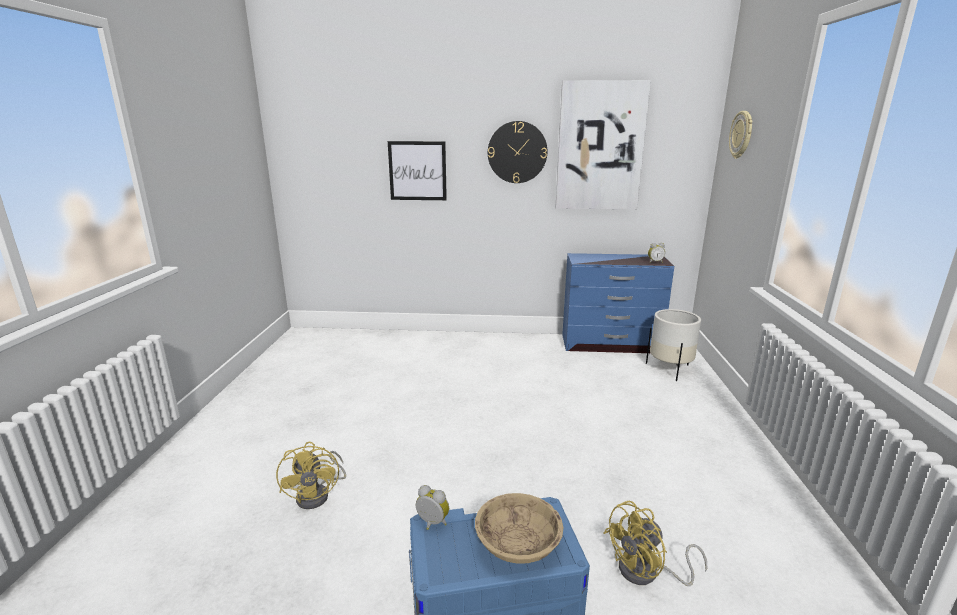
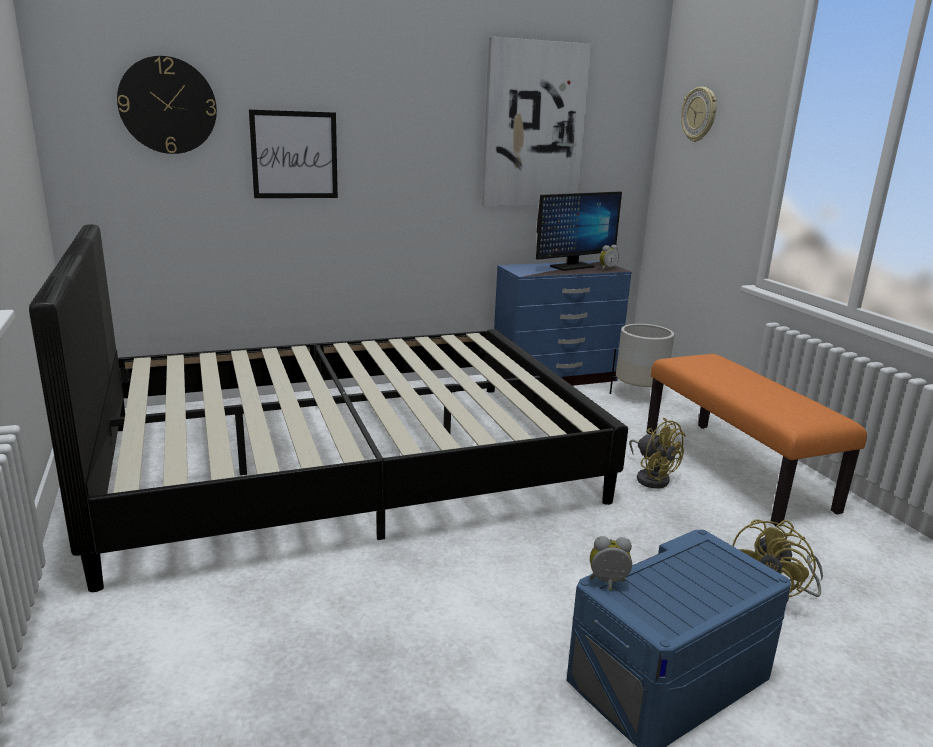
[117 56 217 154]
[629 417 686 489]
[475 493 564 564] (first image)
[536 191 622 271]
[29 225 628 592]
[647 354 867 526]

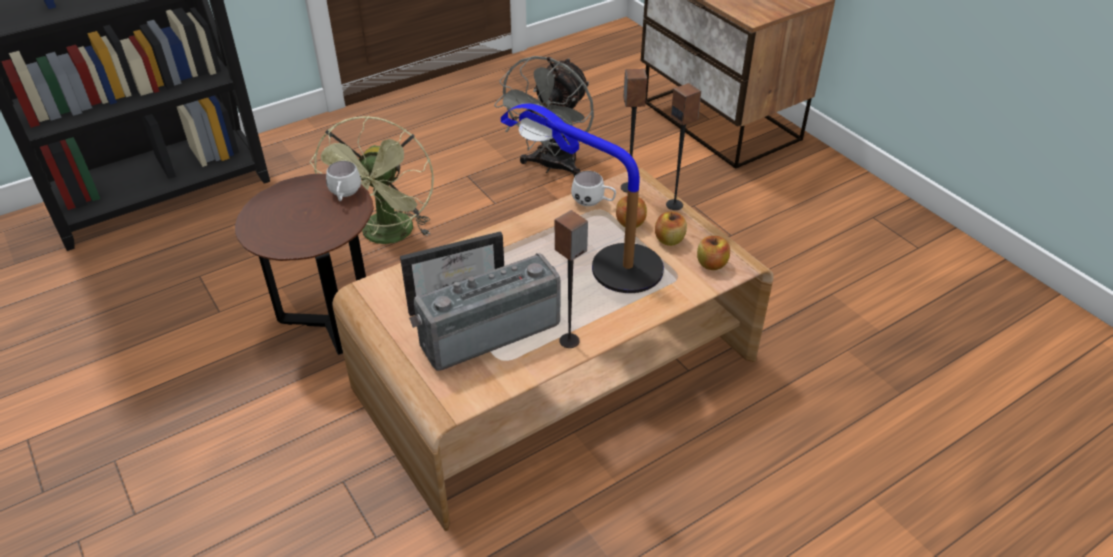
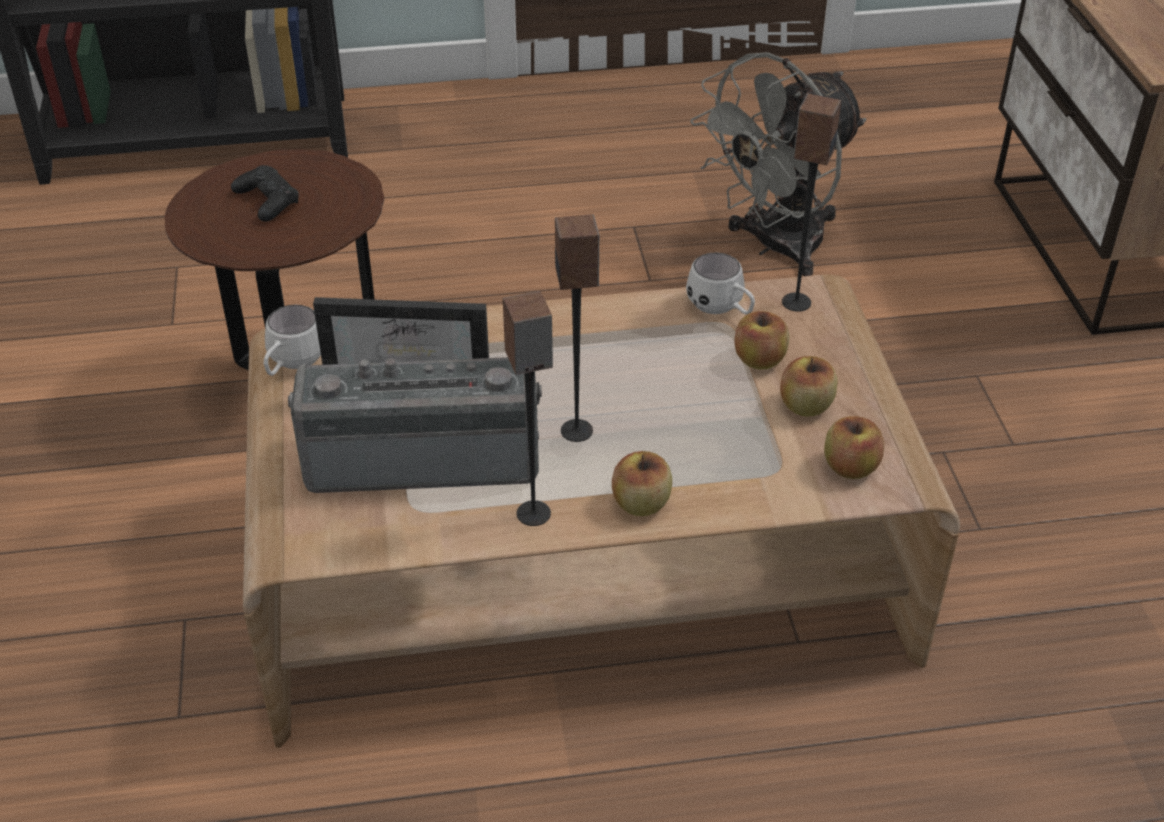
[555 214 599 442]
[501 103 664 293] (first image)
[309 116 434 244] (first image)
[264 304 321 376]
[231 165 299 222]
[612 451 672 516]

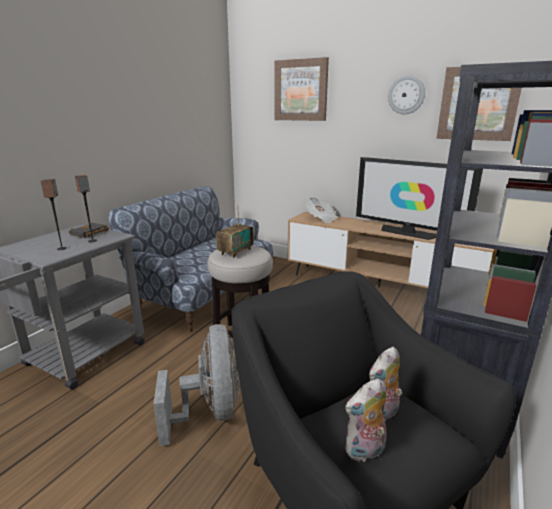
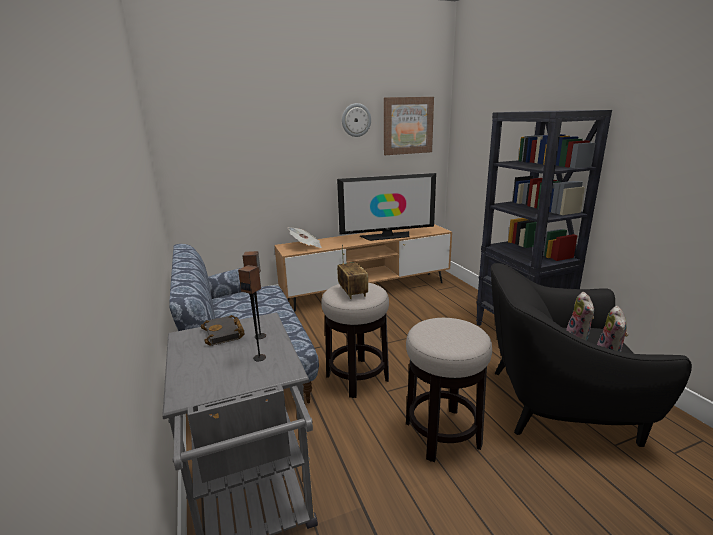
[275 57 329 121] (first image)
[406 318 492 462]

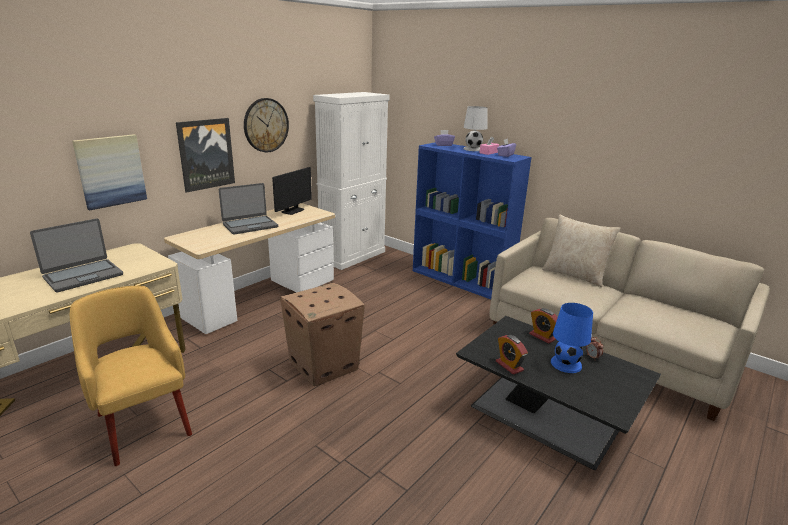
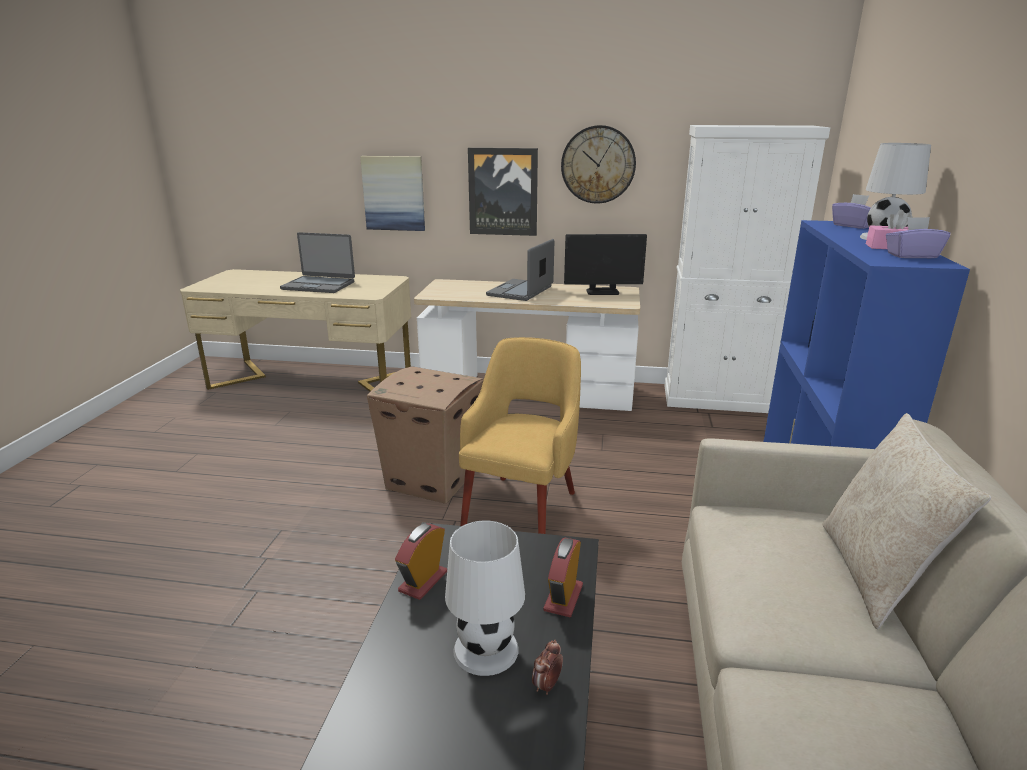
[486 239 554 301]
[459 337 581 534]
[445 520 525 676]

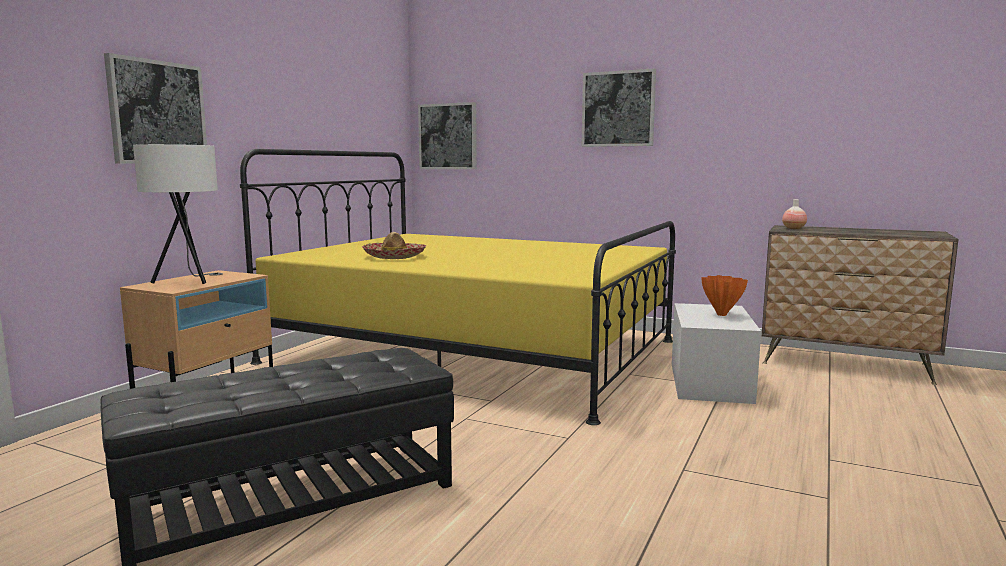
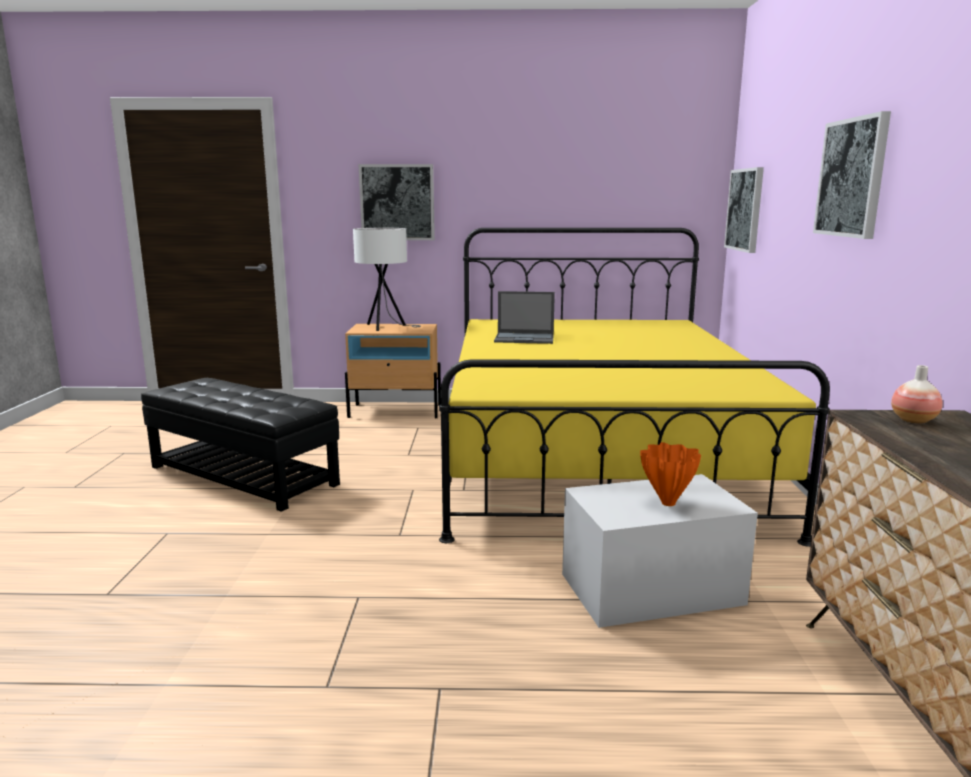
[494 291 555 344]

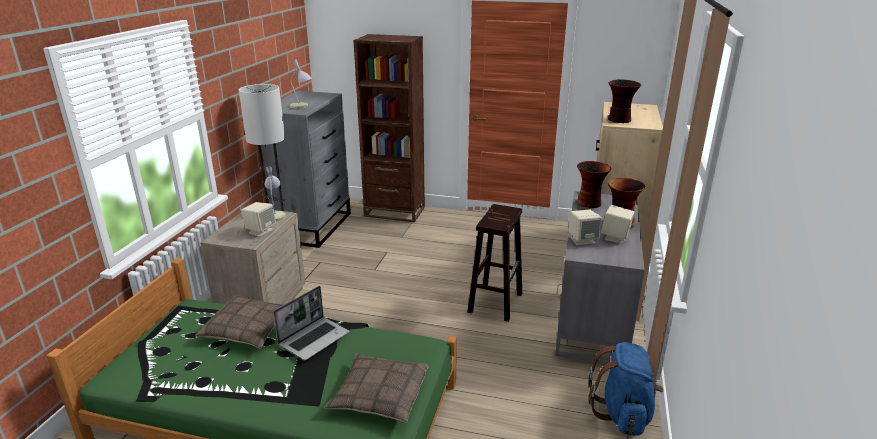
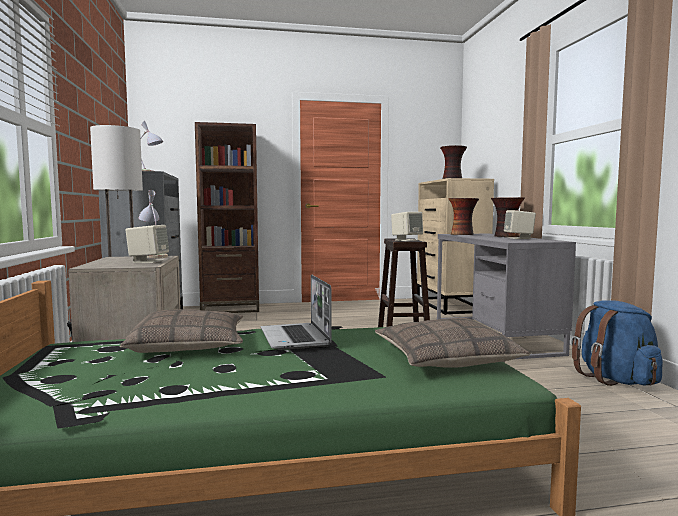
[391 212 423 241]
[261 274 332 350]

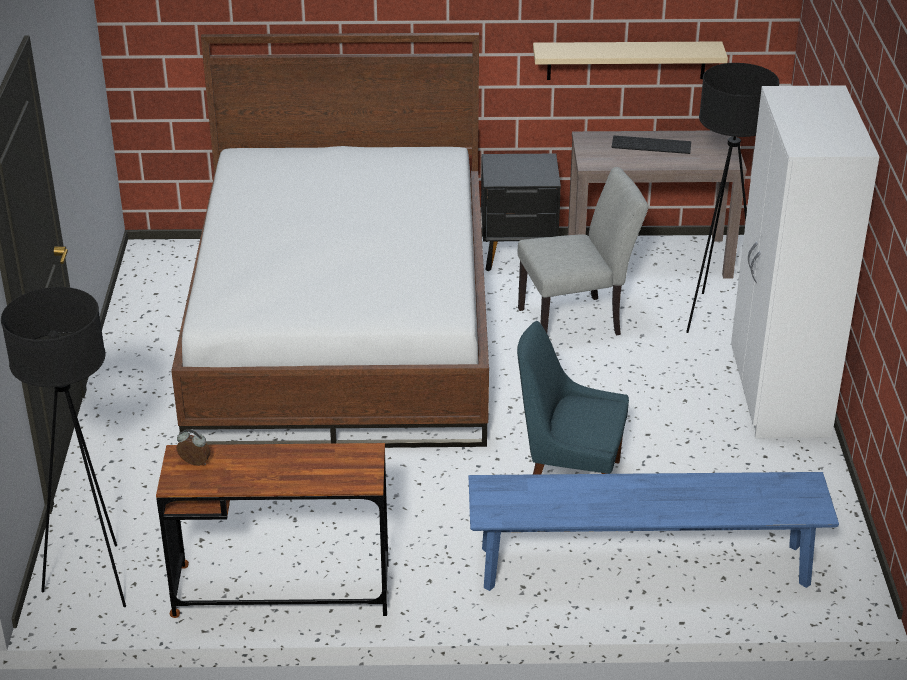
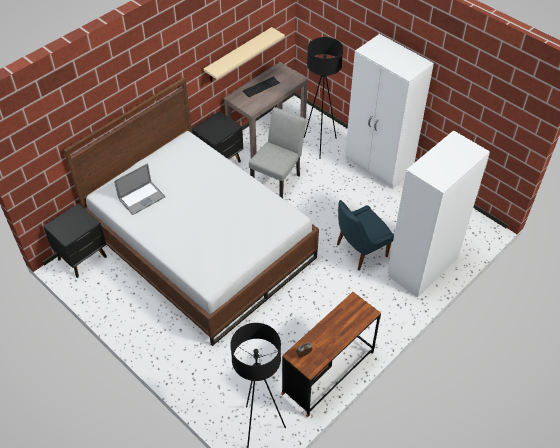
[388 130 490 298]
[114 163 165 215]
[43 204 107 278]

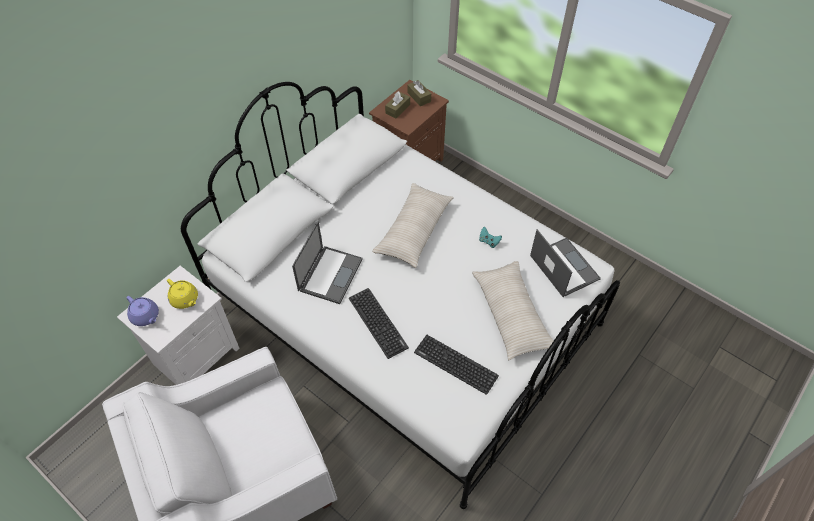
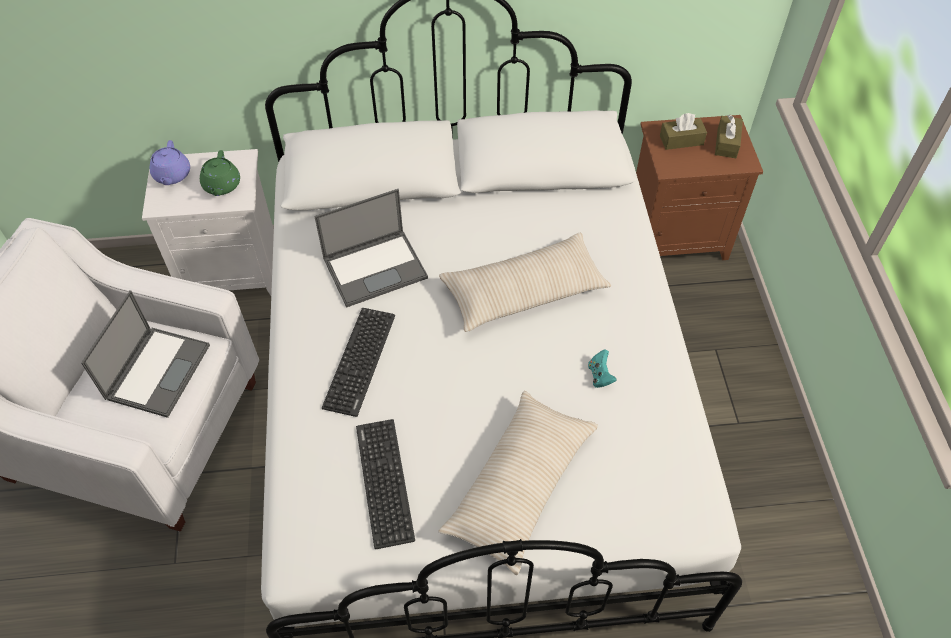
[81 290 210 418]
[200 150 240 196]

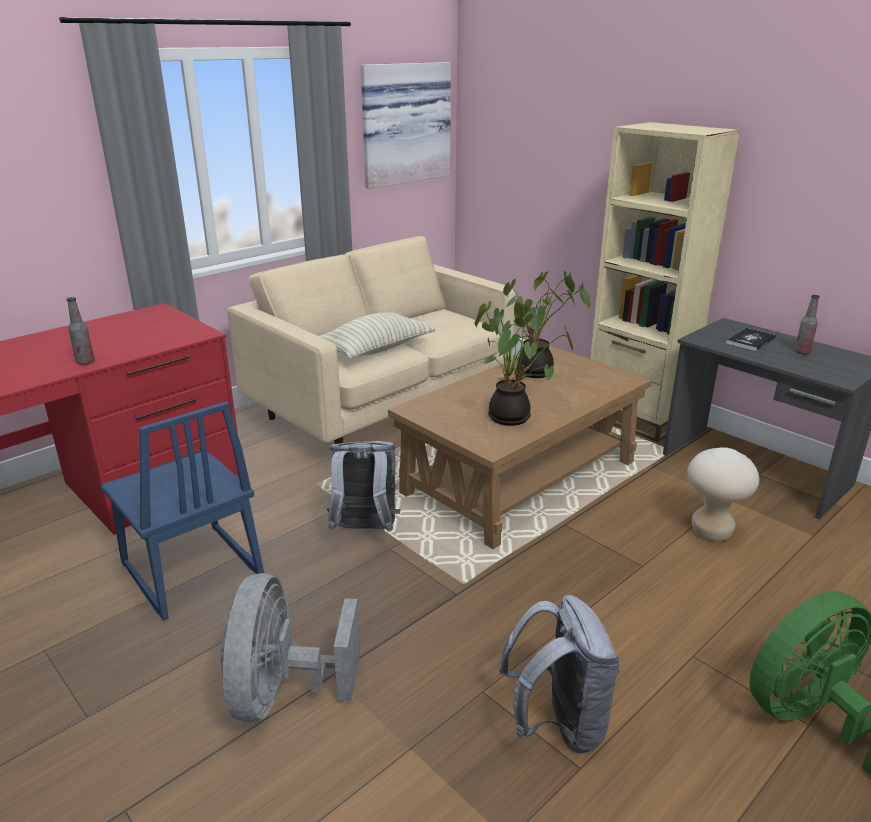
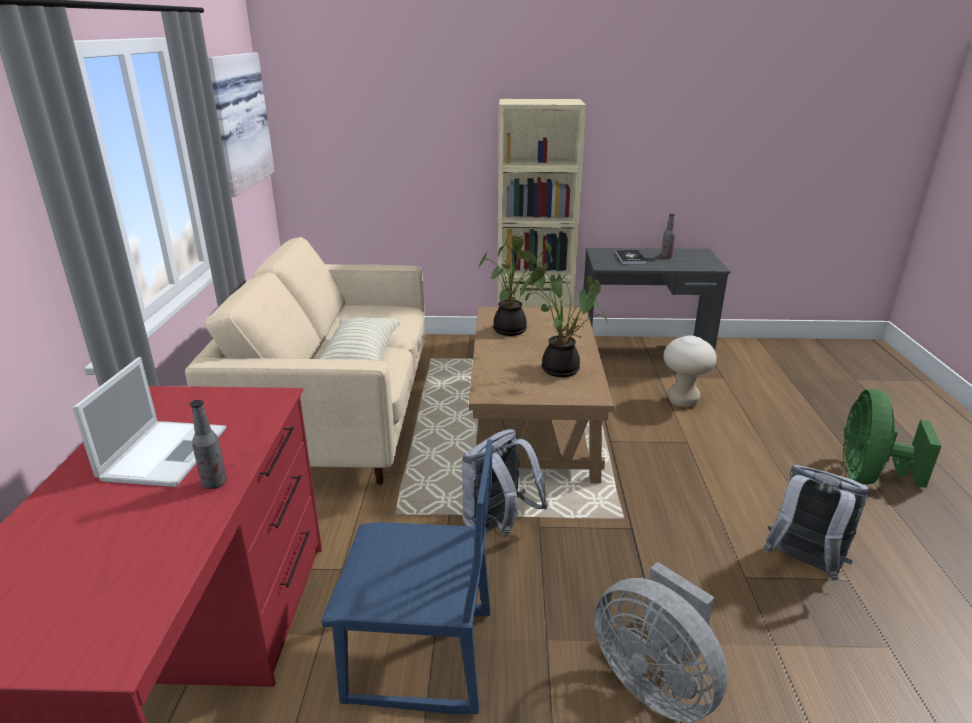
[73 357 226 487]

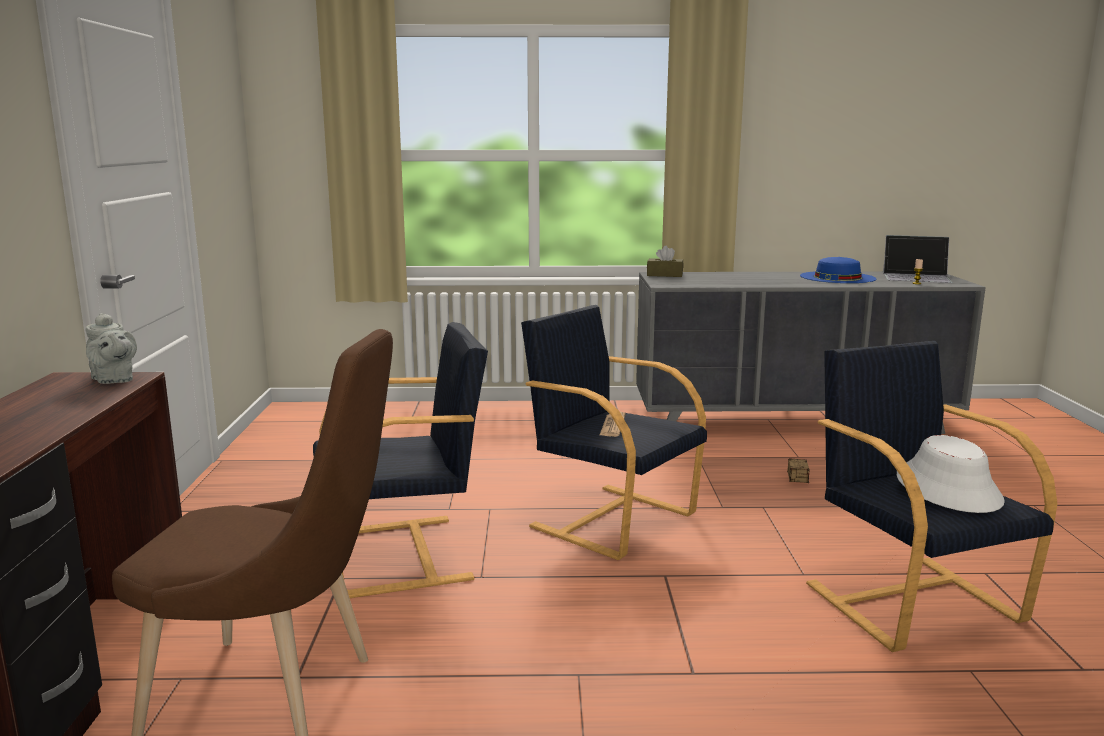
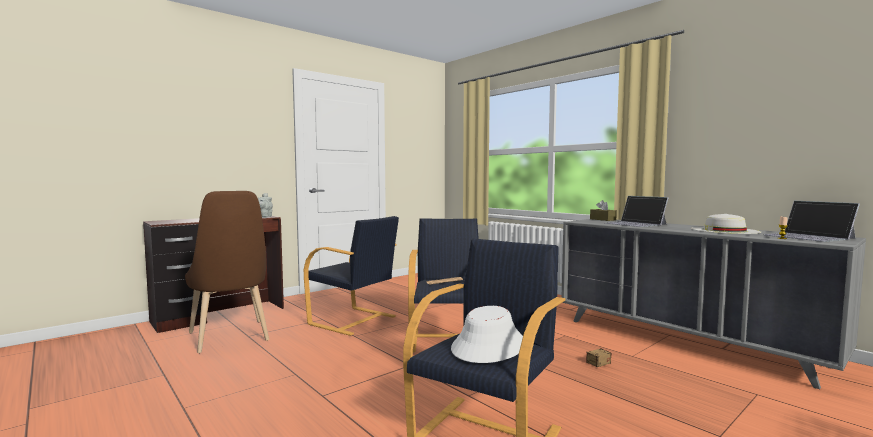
[691 214 761 234]
[605 196 668 227]

